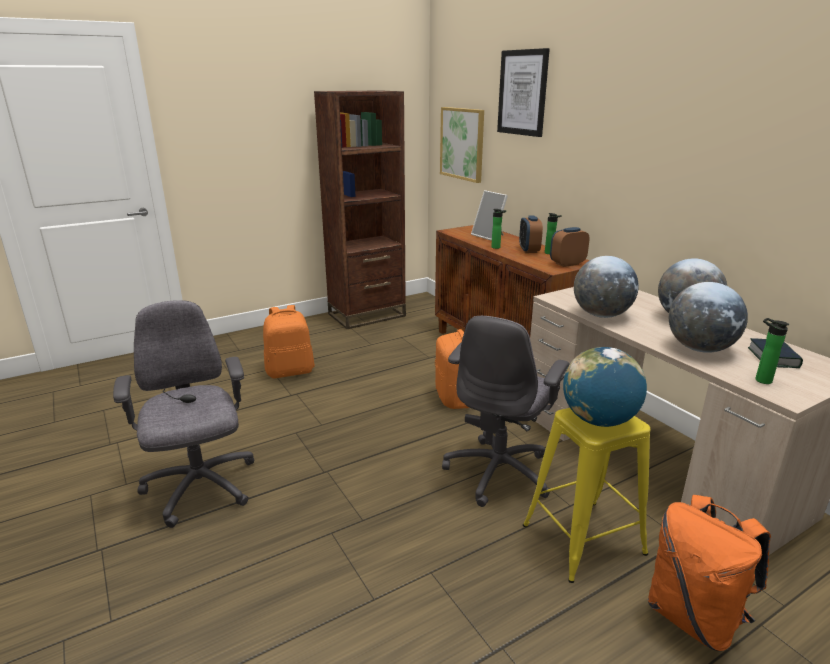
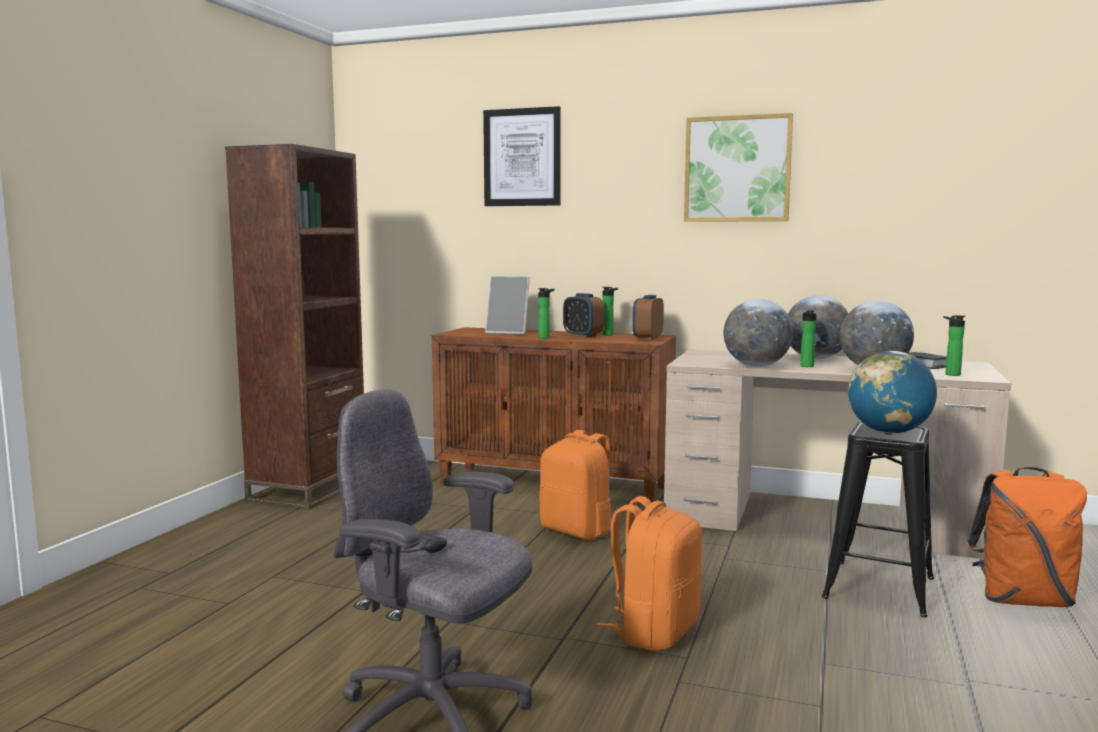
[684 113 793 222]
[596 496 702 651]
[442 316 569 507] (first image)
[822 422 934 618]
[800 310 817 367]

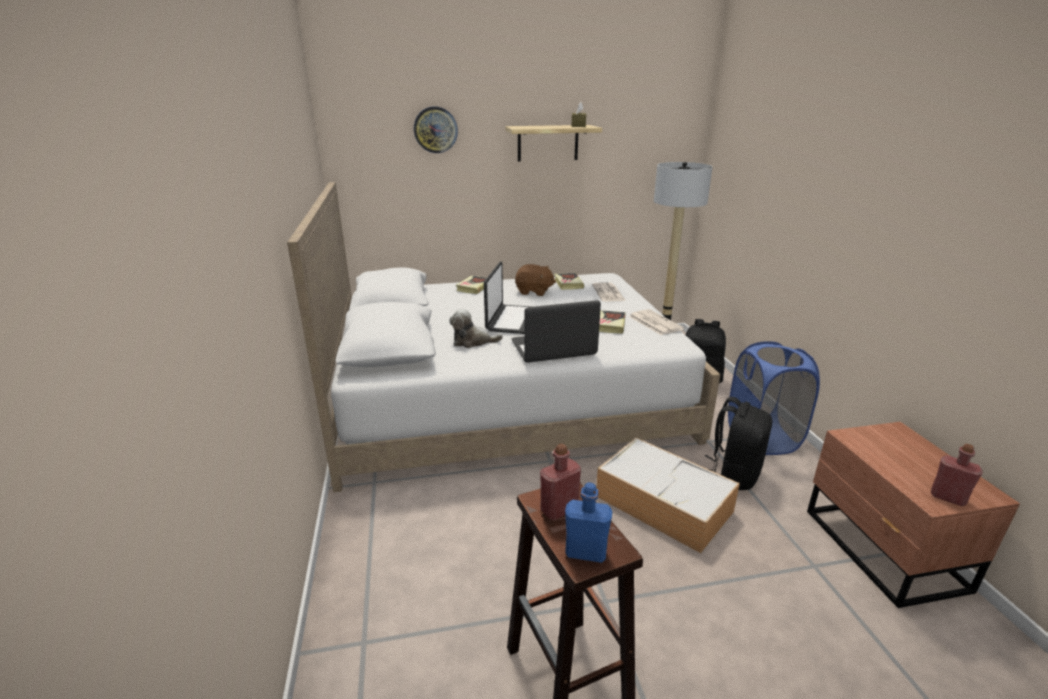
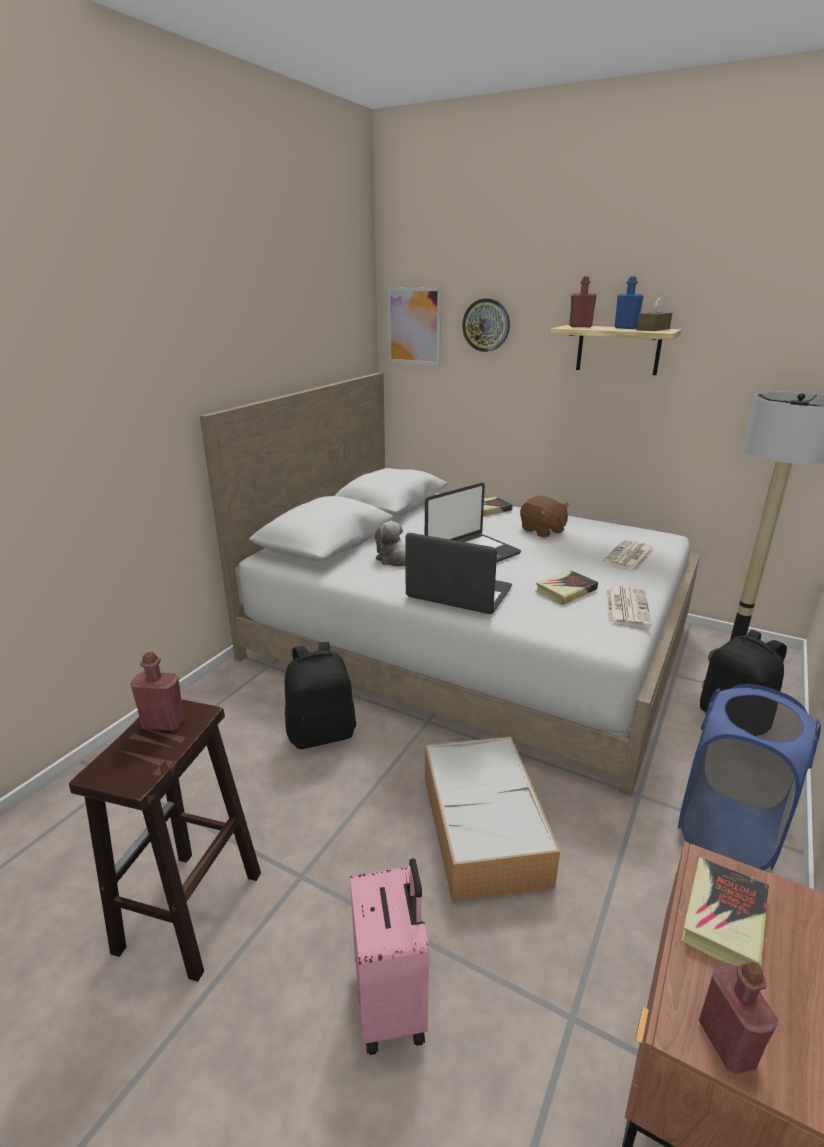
[681 857 769 970]
[285 642 356 749]
[614 277 643 329]
[569 276 597 327]
[387 287 442 365]
[350 858 429 1055]

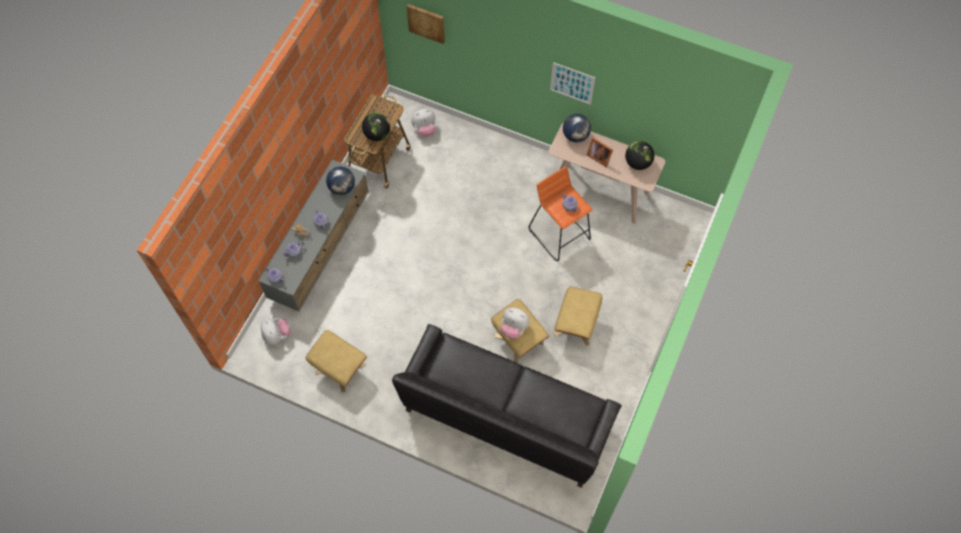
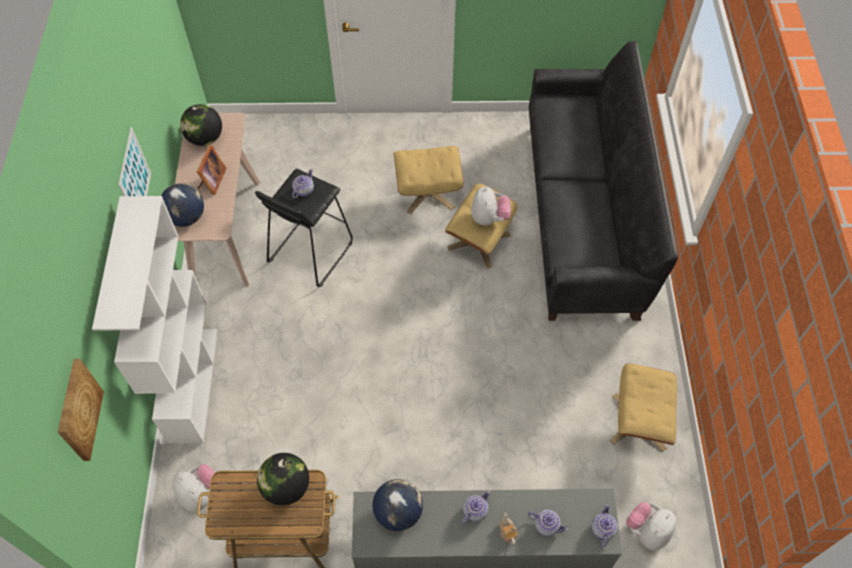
[255 169 353 287]
[92 196 218 443]

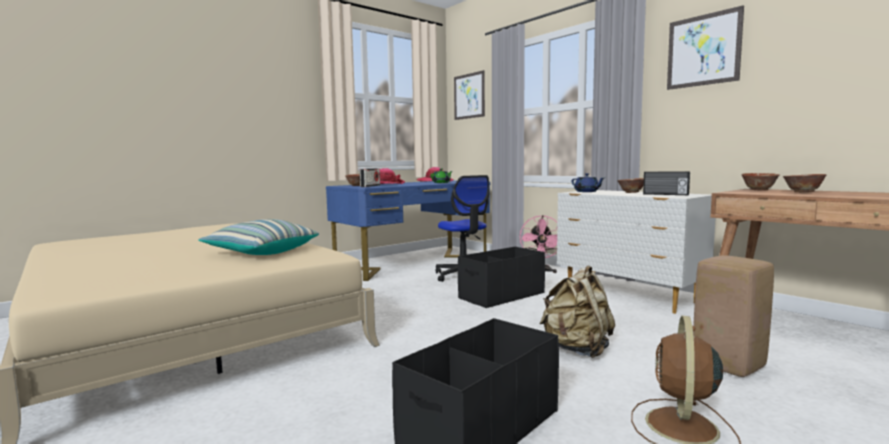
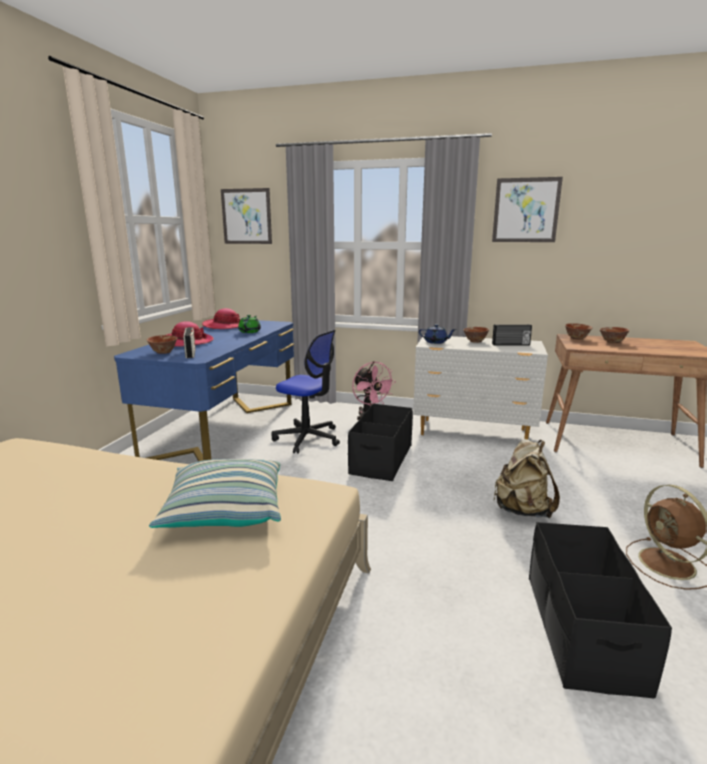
[693 255 774 377] (first image)

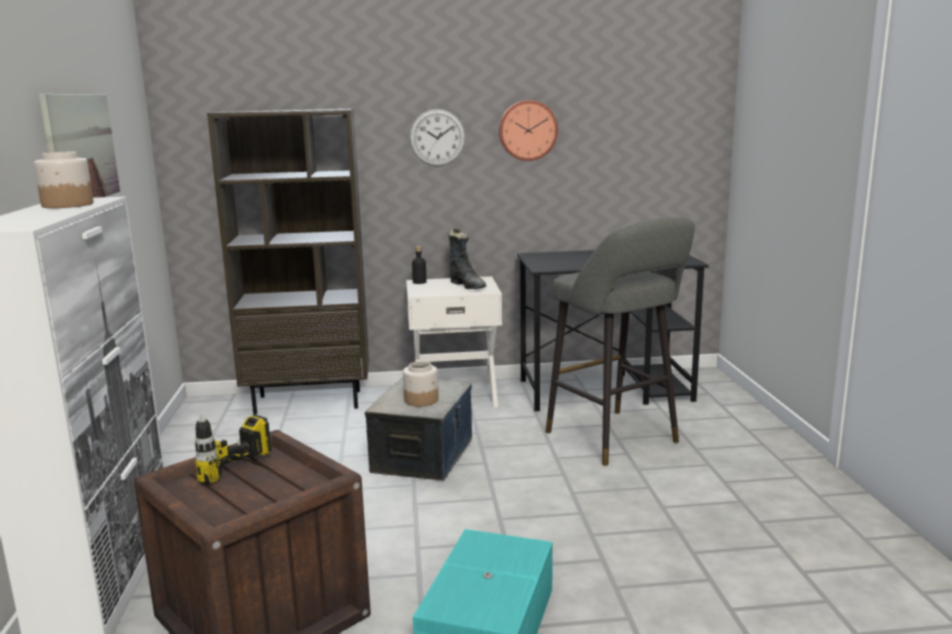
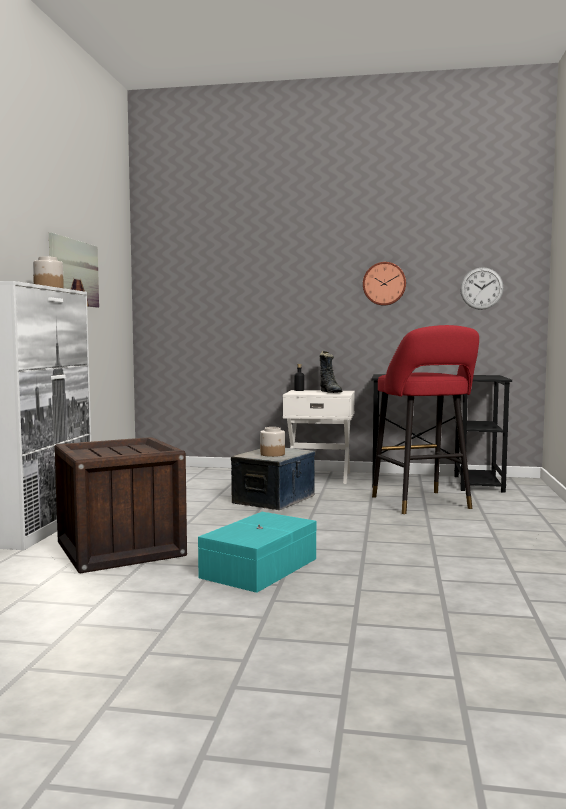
[207 109 369 415] (first image)
[460 267 504 310]
[372 325 479 514]
[195 414 273 484] (first image)

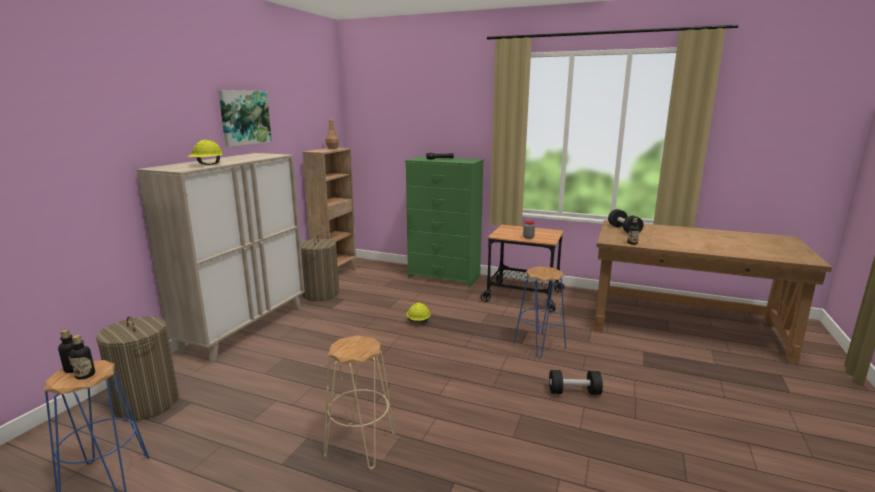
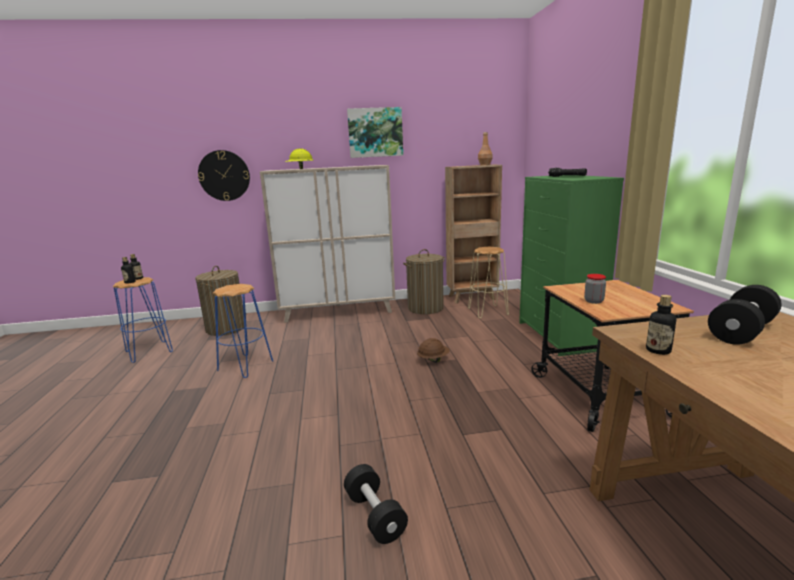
[213 284 273 378]
[417 338 450 363]
[468 247 509 318]
[198 150 250 201]

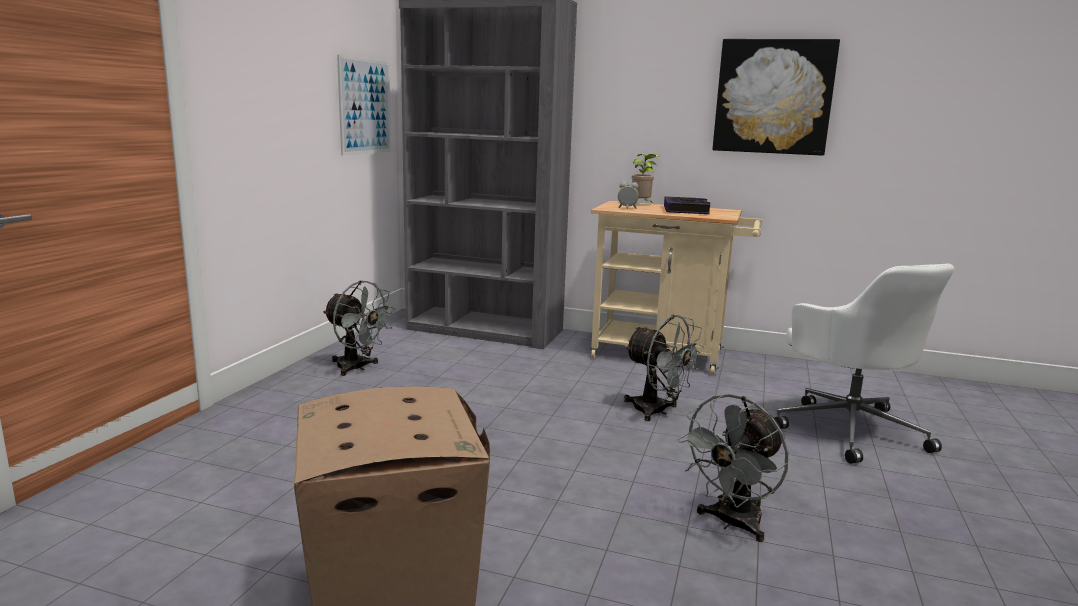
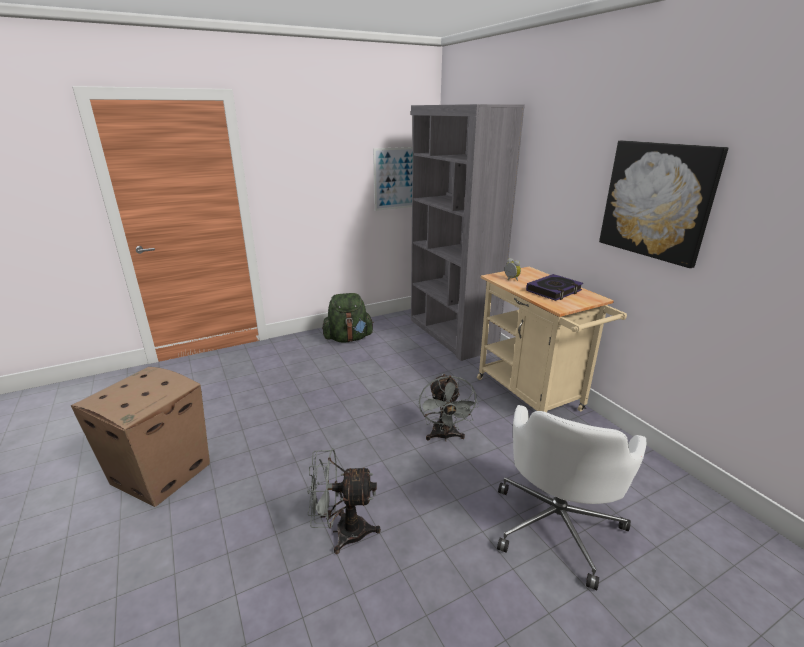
[632 154 659 203] (first image)
[322 293 374 343]

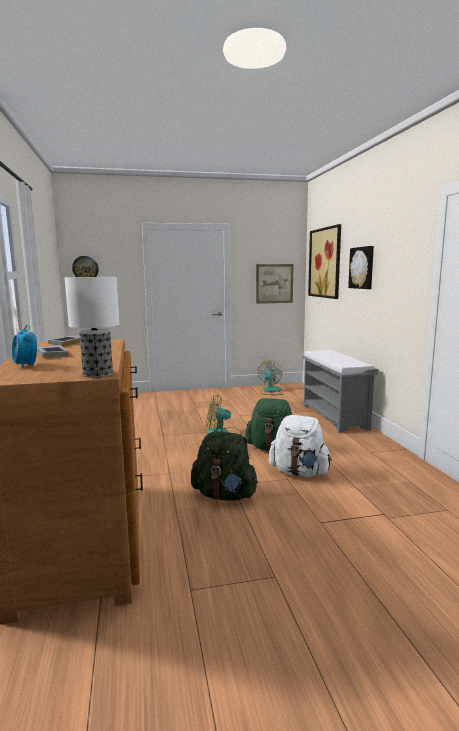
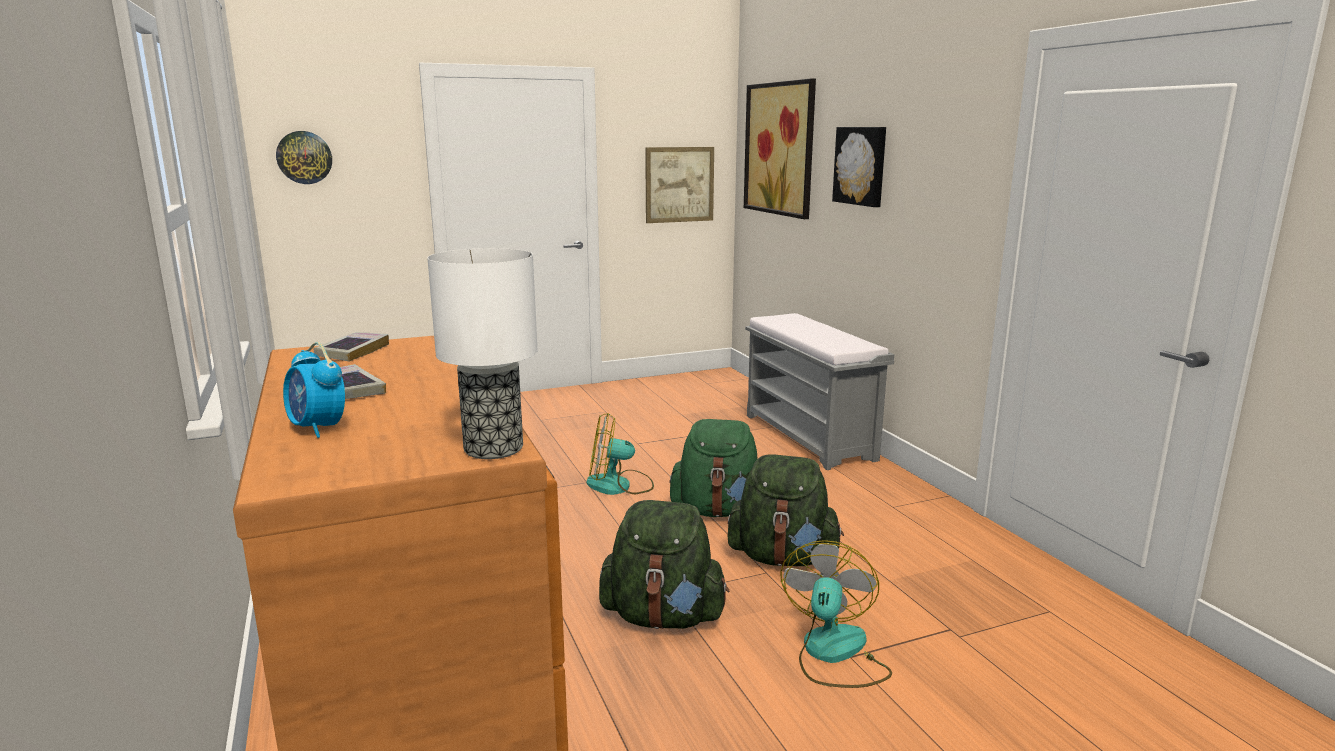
[780 540 892 688]
[727 455 844 566]

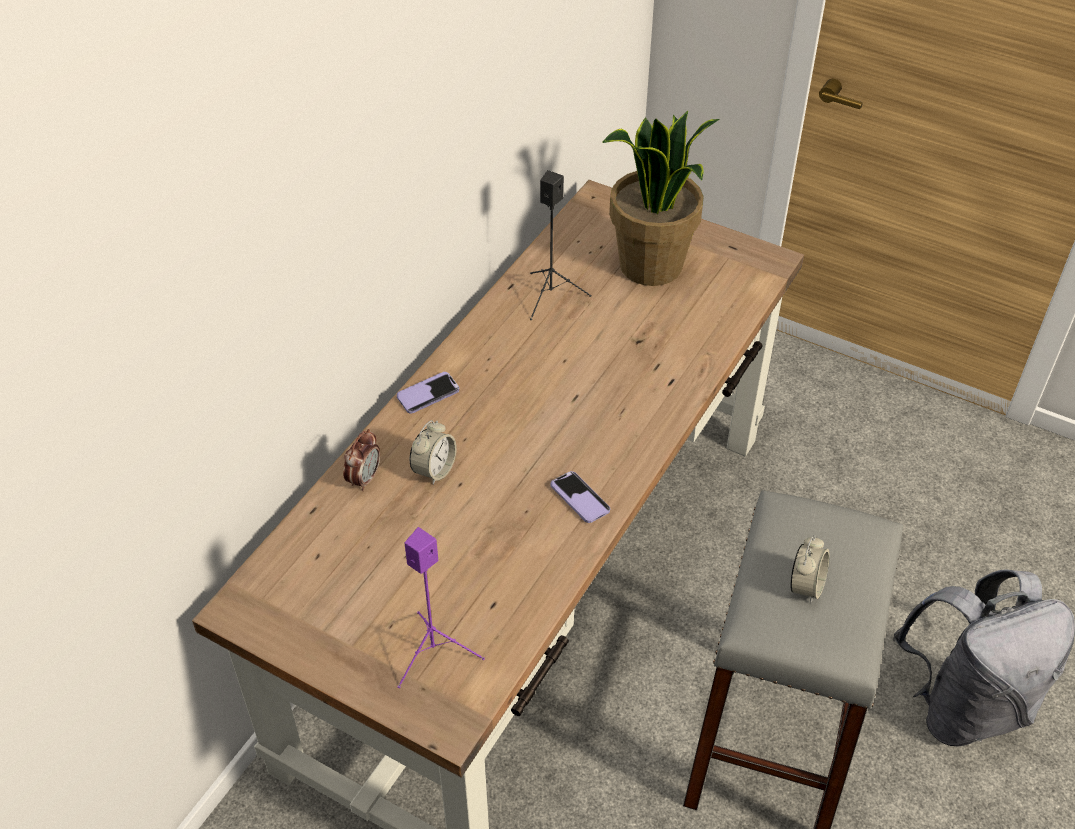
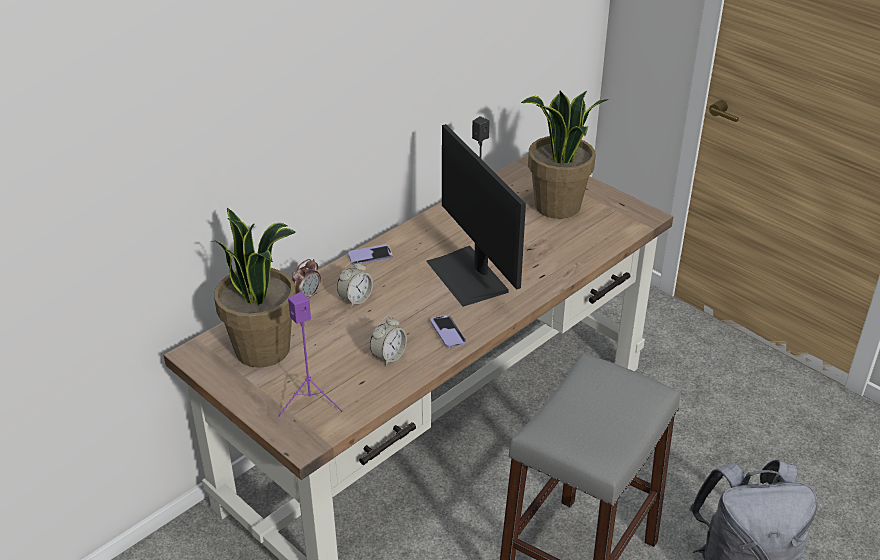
[370 315 407 365]
[426 124 526 307]
[212 208 296 368]

